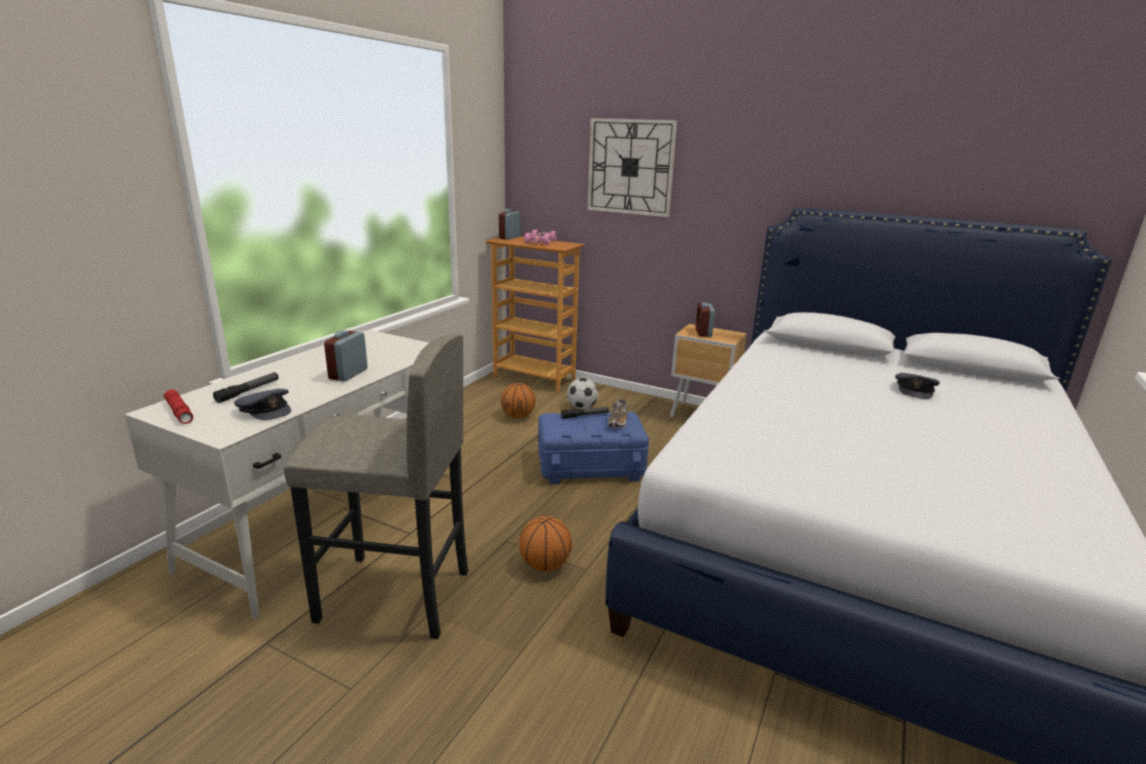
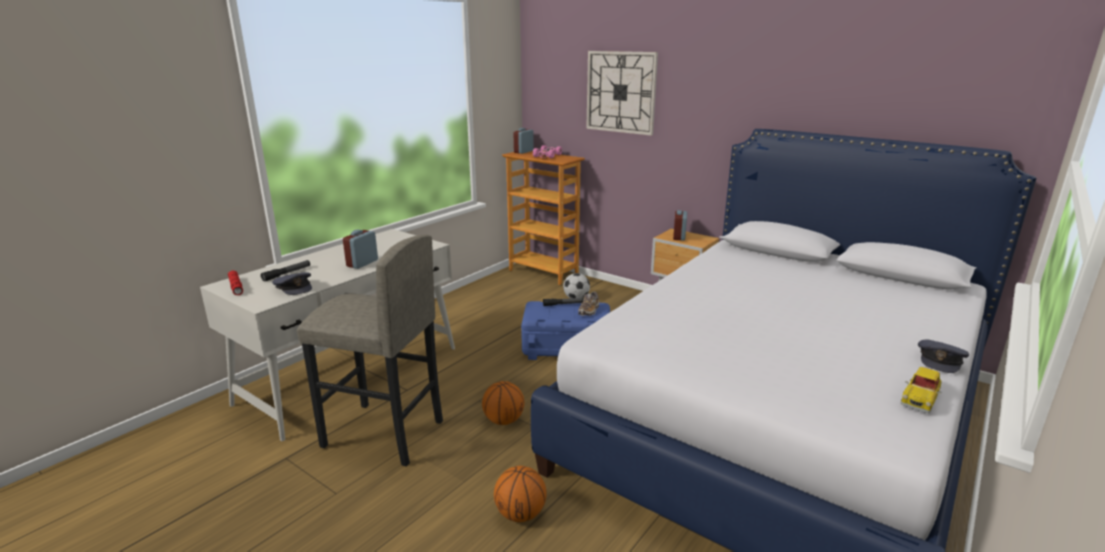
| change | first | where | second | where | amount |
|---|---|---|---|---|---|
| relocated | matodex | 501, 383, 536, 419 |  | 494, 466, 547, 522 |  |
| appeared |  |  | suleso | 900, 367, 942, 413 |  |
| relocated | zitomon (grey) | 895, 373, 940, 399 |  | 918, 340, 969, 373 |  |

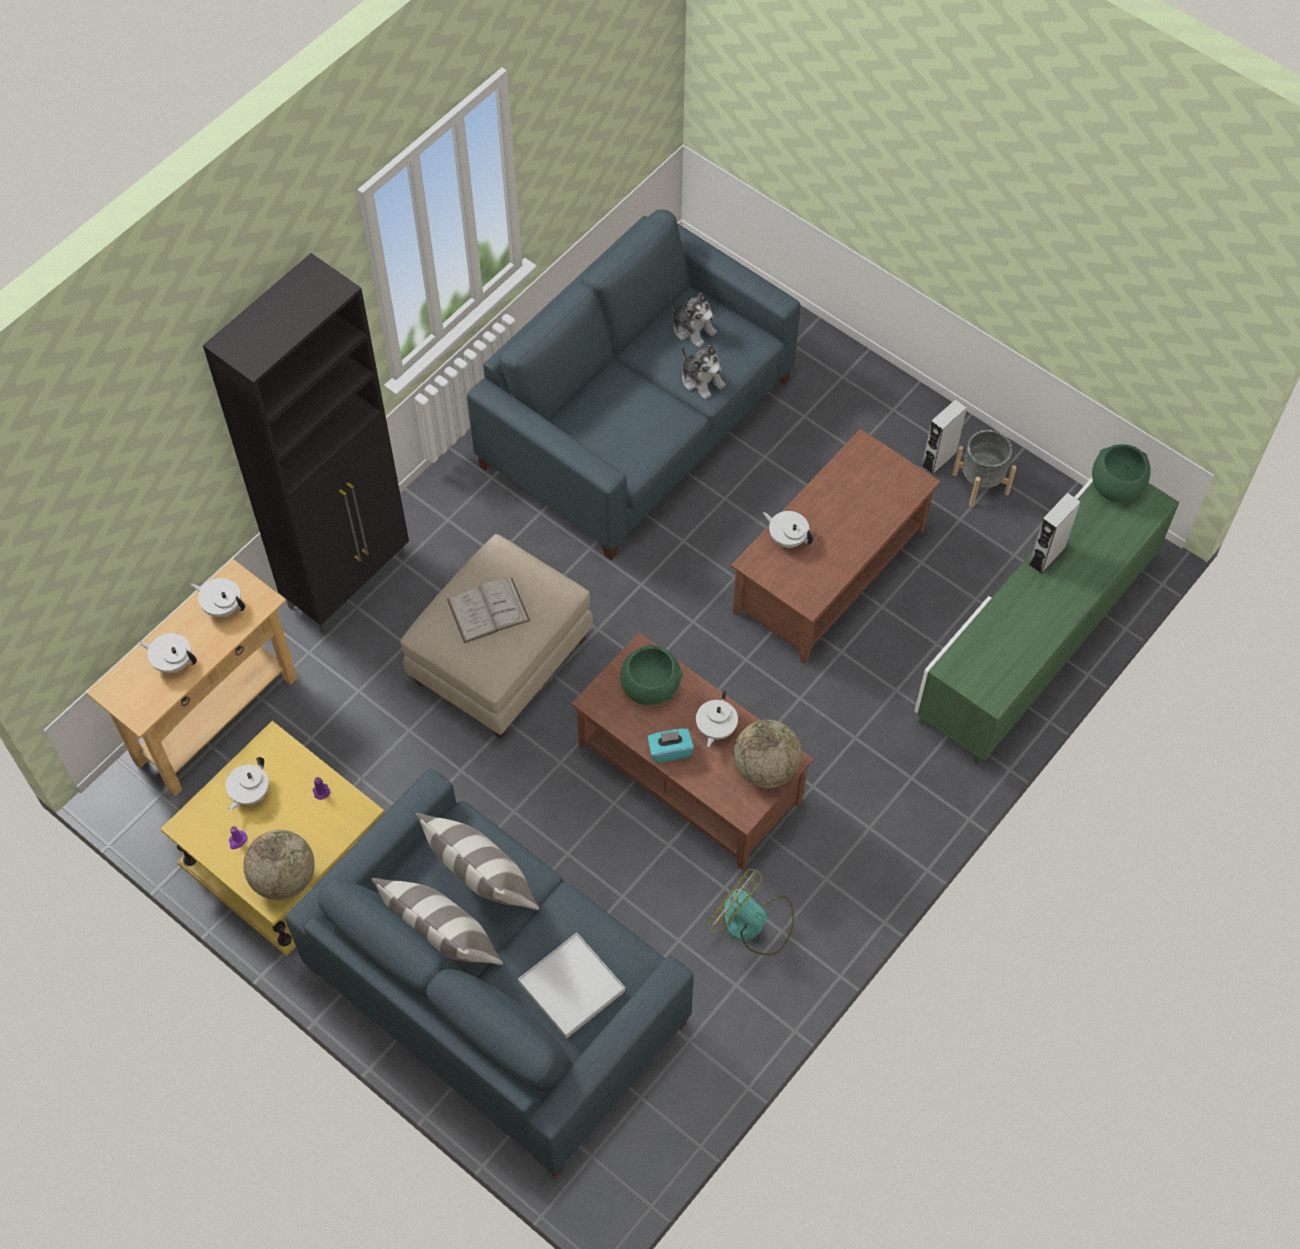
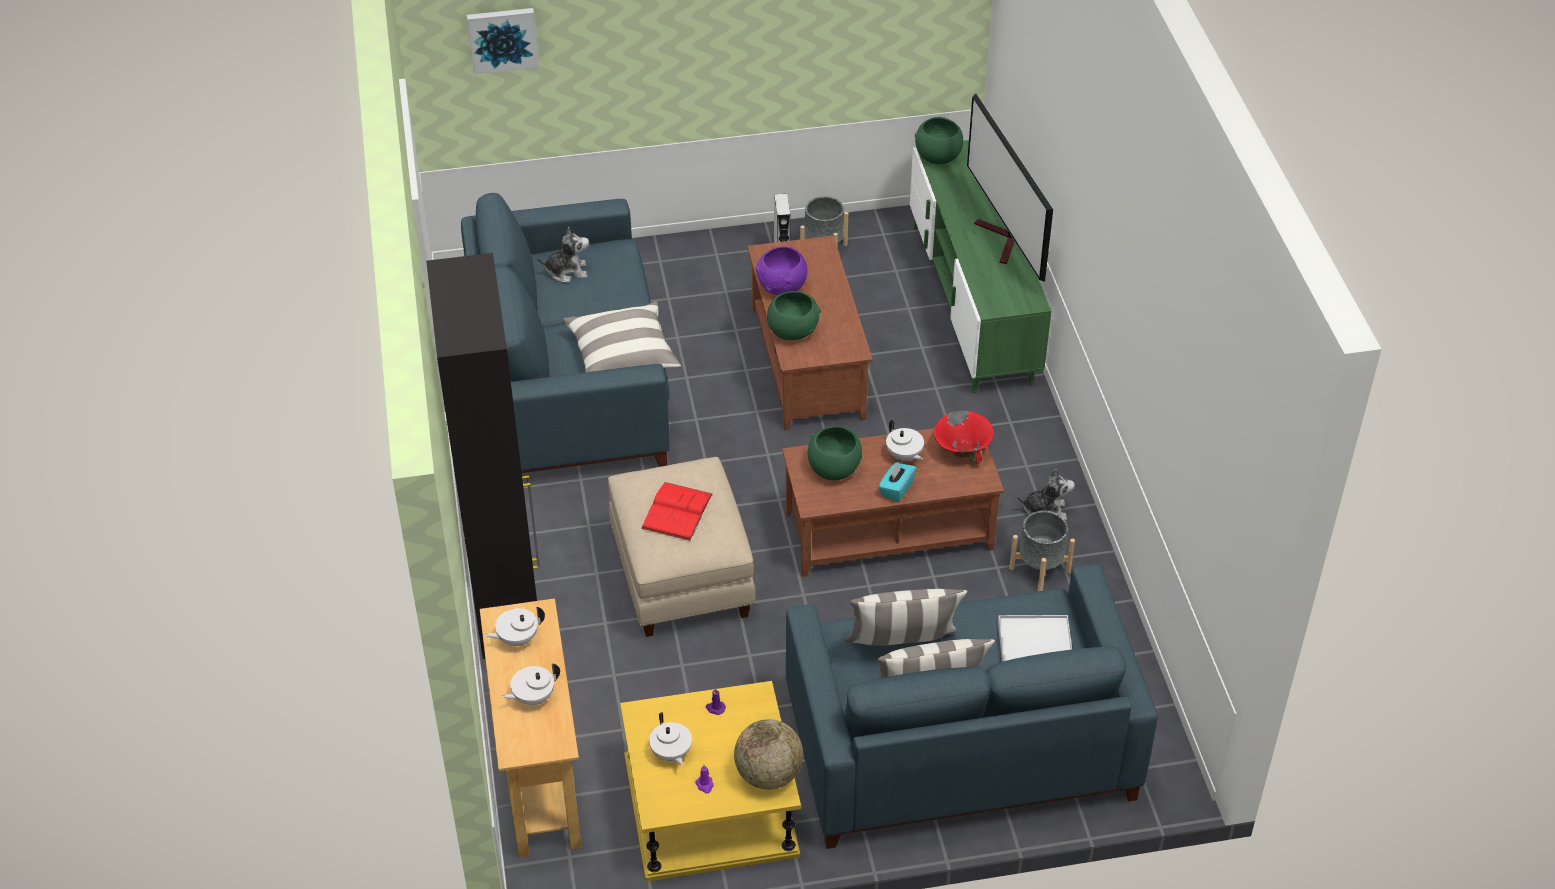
| change | first | where | second | where | amount |
|---|---|---|---|---|---|
| appeared |  |  | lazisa | 467, 8, 539, 74 |  |
| appeared |  |  | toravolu | 563, 301, 681, 372 |  |
| colour | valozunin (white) | 447, 578, 530, 643 | valozunin (red) | 641, 482, 713, 541 |  |
| appeared |  |  | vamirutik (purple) | 755, 246, 807, 295 |  |
| exchanged | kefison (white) | 763, 511, 813, 548 | vamirutik (green) | 767, 291, 821, 340 |  |
| exchanged | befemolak | 733, 720, 802, 788 | vamirutik (red) | 934, 411, 994, 465 |  |
| appeared |  |  | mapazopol | 967, 93, 1053, 282 |  |
| exchanged | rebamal | 708, 868, 794, 956 | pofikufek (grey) | 1009, 511, 1075, 591 |  |
| relocated | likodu | 681, 345, 726, 399 |  | 1017, 469, 1075, 520 |  |
| missing | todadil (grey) | 1028, 492, 1081, 574 |  |  |  |

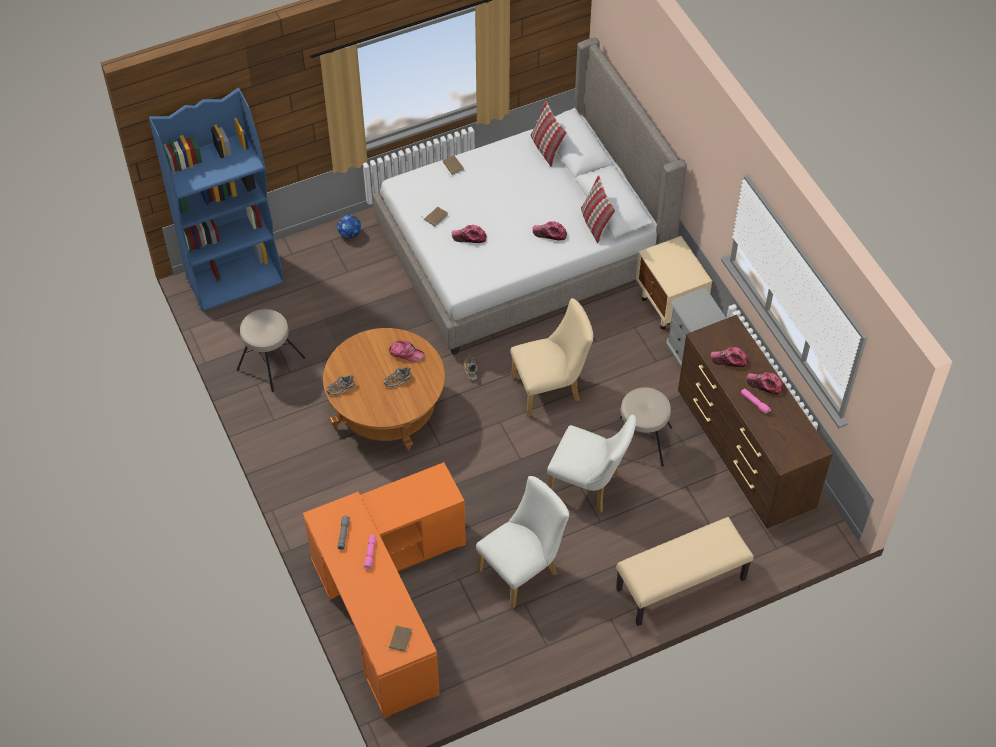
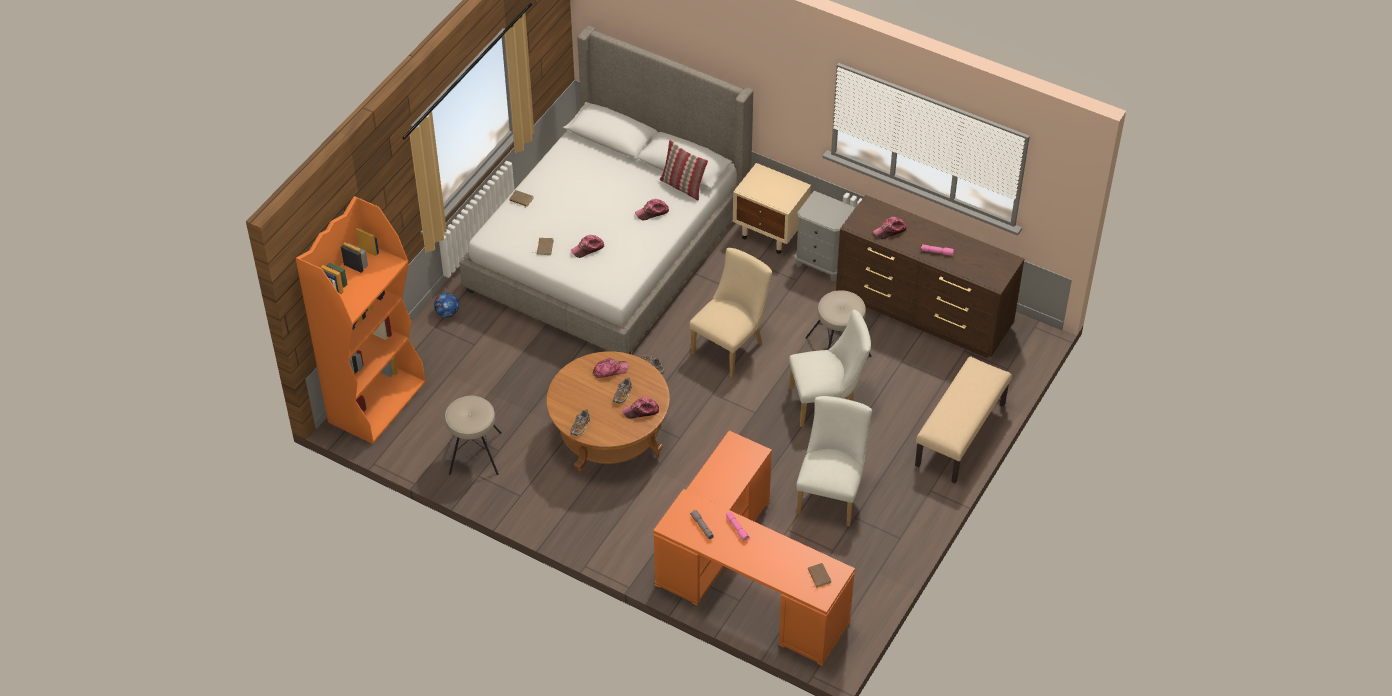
| change | first | where | second | where | amount |
|---|---|---|---|---|---|
| colour | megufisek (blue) | 149, 88, 284, 311 | megufisek (orange) | 295, 196, 425, 444 |  |
| relocated | zitomon | 747, 372, 784, 395 |  | 622, 397, 659, 419 |  |
| missing | toravolu | 530, 101, 567, 167 |  |  |  |

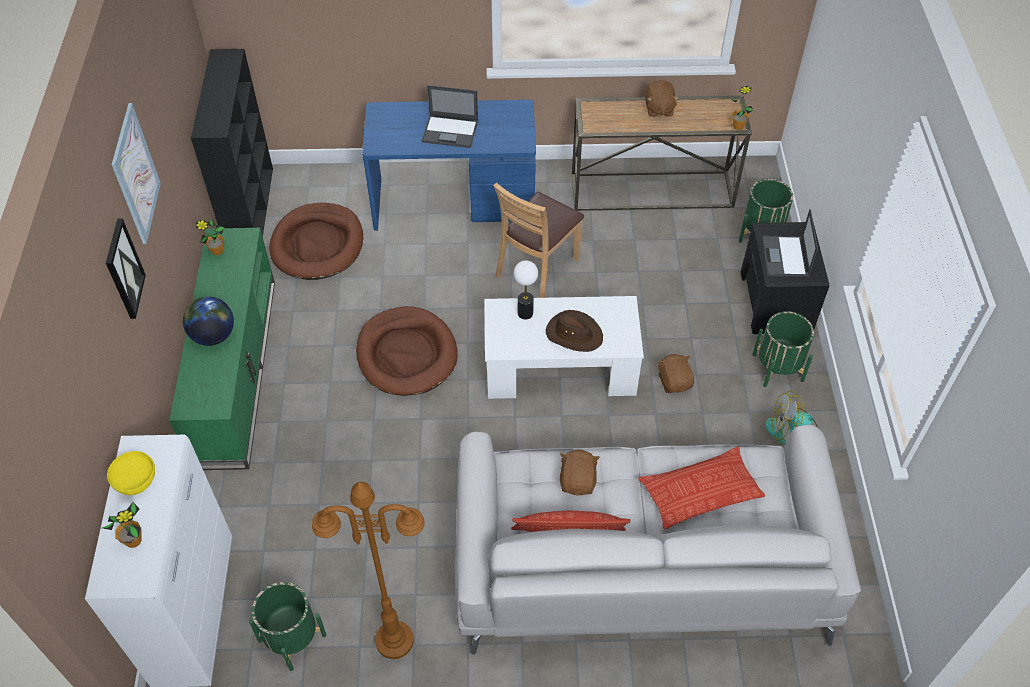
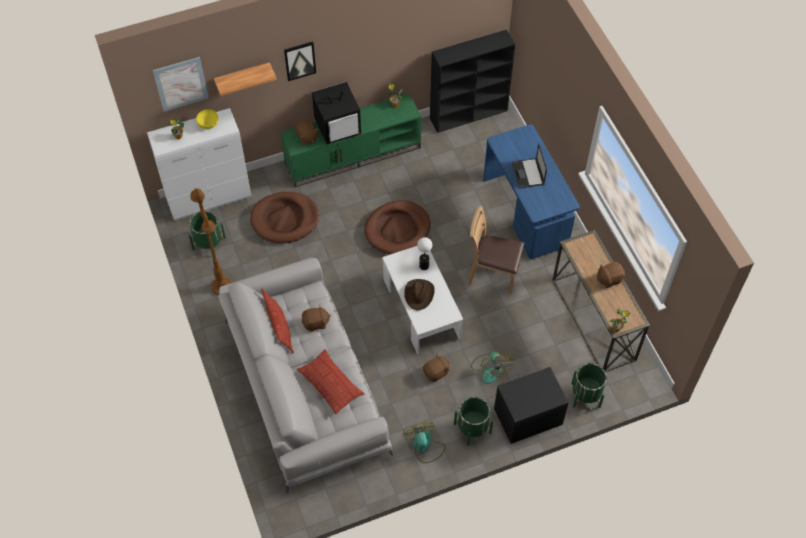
| change | first | where | second | where | amount |
|---|---|---|---|---|---|
| relocated | lazisa | 112, 103, 161, 244 |  | 153, 57, 209, 111 |  |
| appeared |  |  | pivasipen | 214, 62, 277, 96 |  |
| relocated | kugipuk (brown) | 270, 203, 363, 280 |  | 250, 192, 319, 244 |  |
| appeared |  |  | likodu (brown) | 295, 120, 319, 145 |  |
| exchanged | befemolak | 183, 297, 234, 346 | mapazopol | 312, 82, 361, 145 |  |
| appeared |  |  | rebamal | 471, 351, 514, 384 |  |
| missing | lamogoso | 762, 209, 818, 277 |  |  |  |

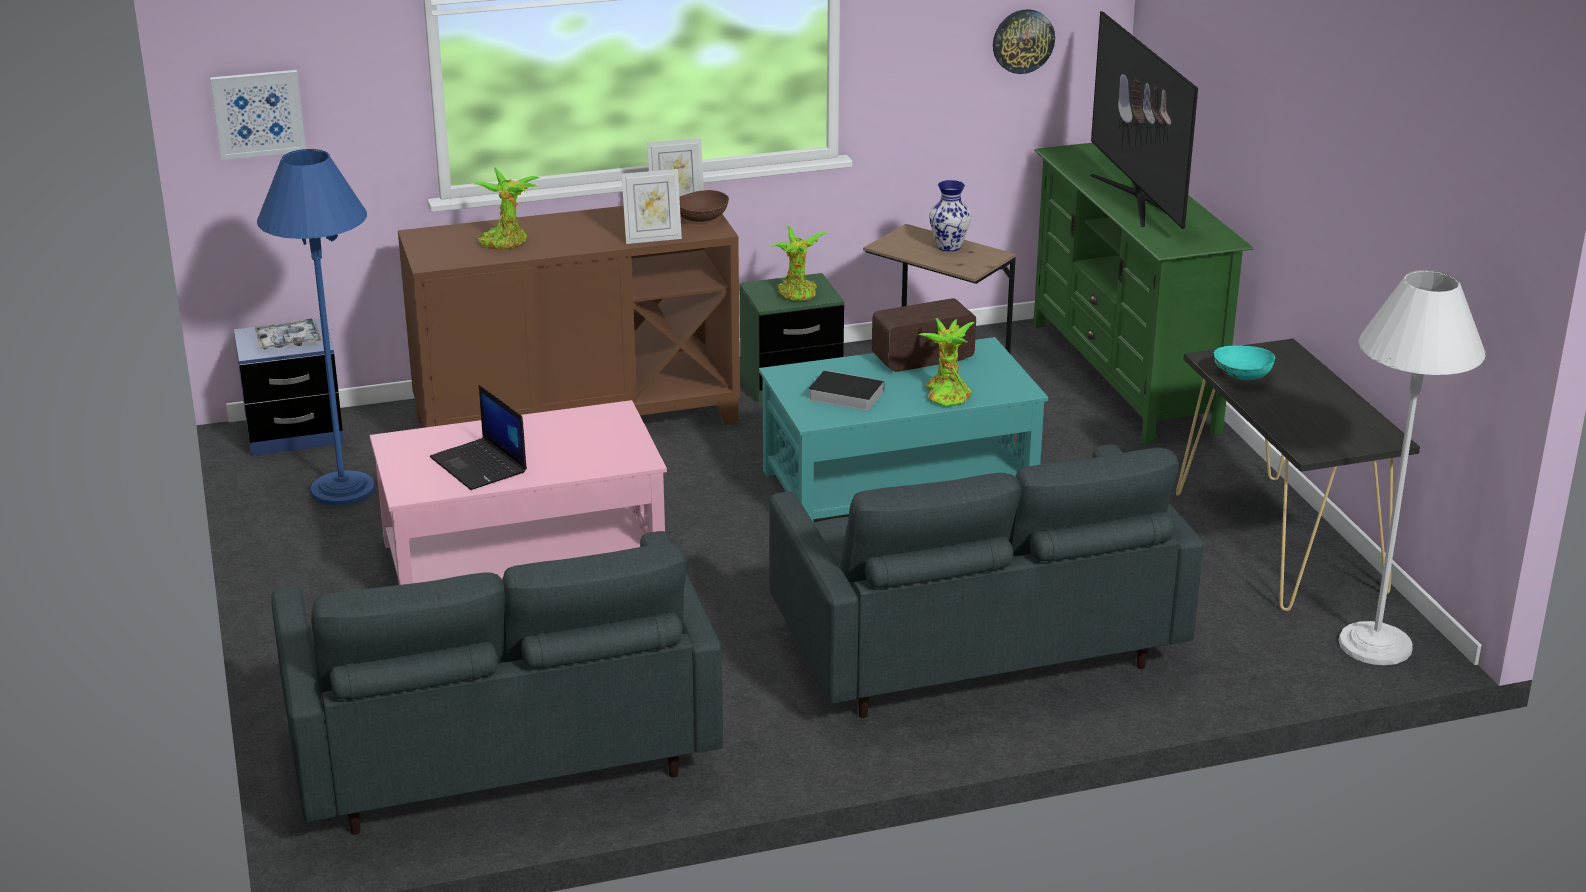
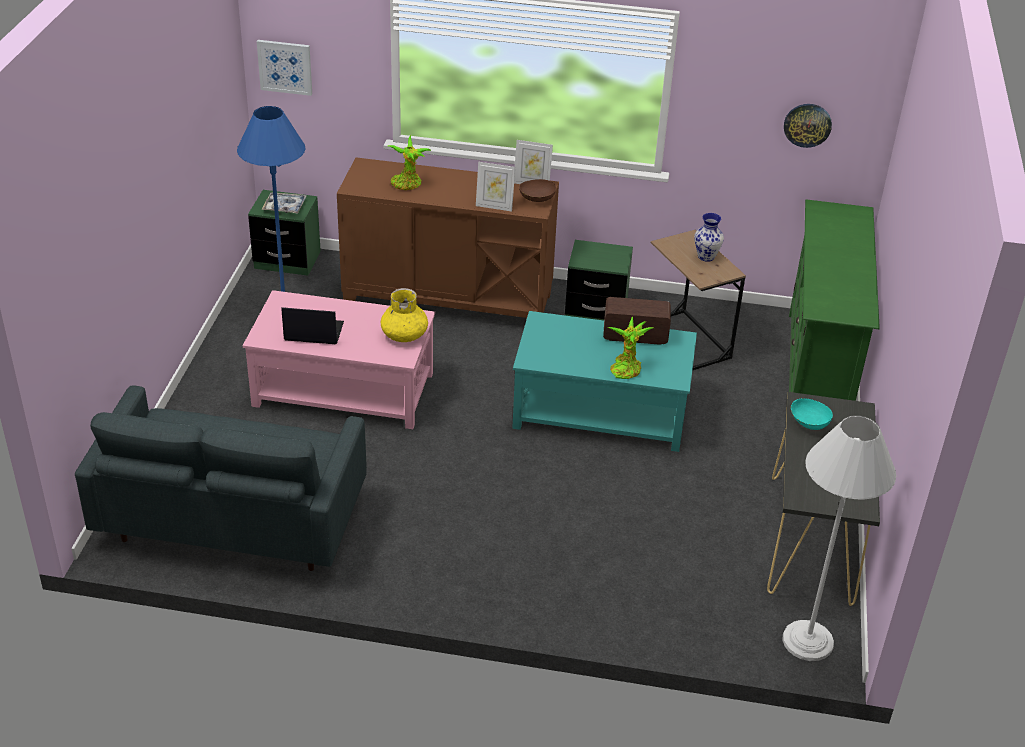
| change | first | where | second | where | amount |
|---|---|---|---|---|---|
| colour | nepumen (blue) | 234, 319, 344, 456 | nepumen (green) | 248, 190, 321, 276 |  |
| spun | lamogoso | 430, 385, 527, 490 |  | 281, 307, 344, 344 | 105 degrees clockwise |
| appeared |  |  | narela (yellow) | 381, 288, 428, 342 |  |
| missing | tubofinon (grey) | 769, 444, 1203, 718 |  |  |  |
| missing | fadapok | 771, 225, 827, 301 |  |  |  |
| missing | valozunin | 808, 370, 884, 411 |  |  |  |
| missing | mapazopol | 1090, 11, 1198, 229 |  |  |  |

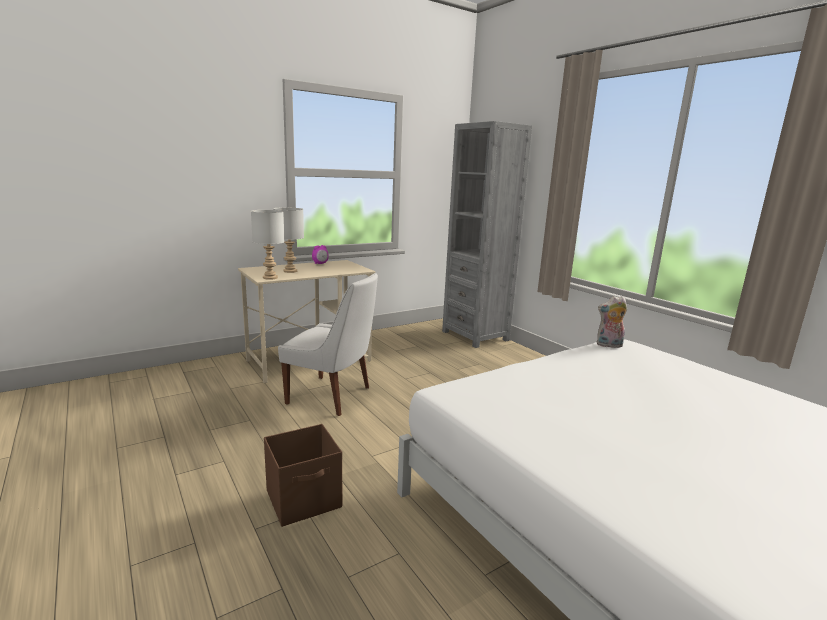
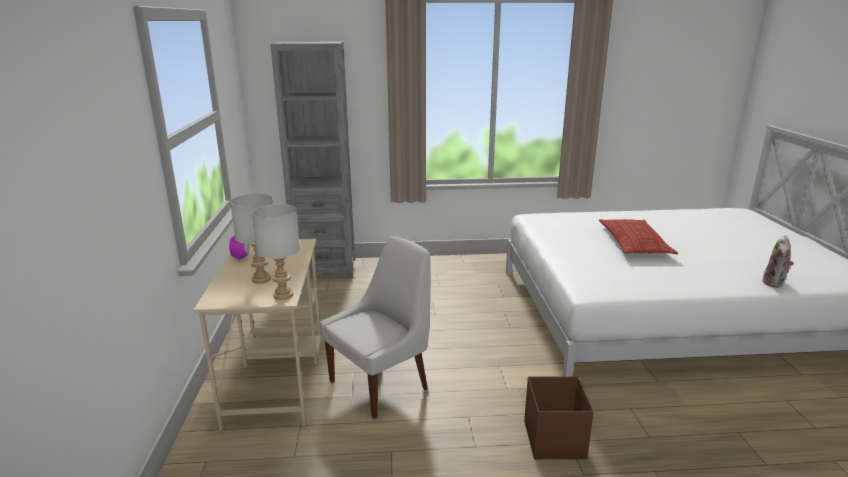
| change | first | where | second | where | amount |
|---|---|---|---|---|---|
| appeared |  |  | toravolu | 599, 219, 678, 254 |  |
| relocated | likodu | 597, 296, 627, 348 |  | 762, 235, 794, 288 |  |

